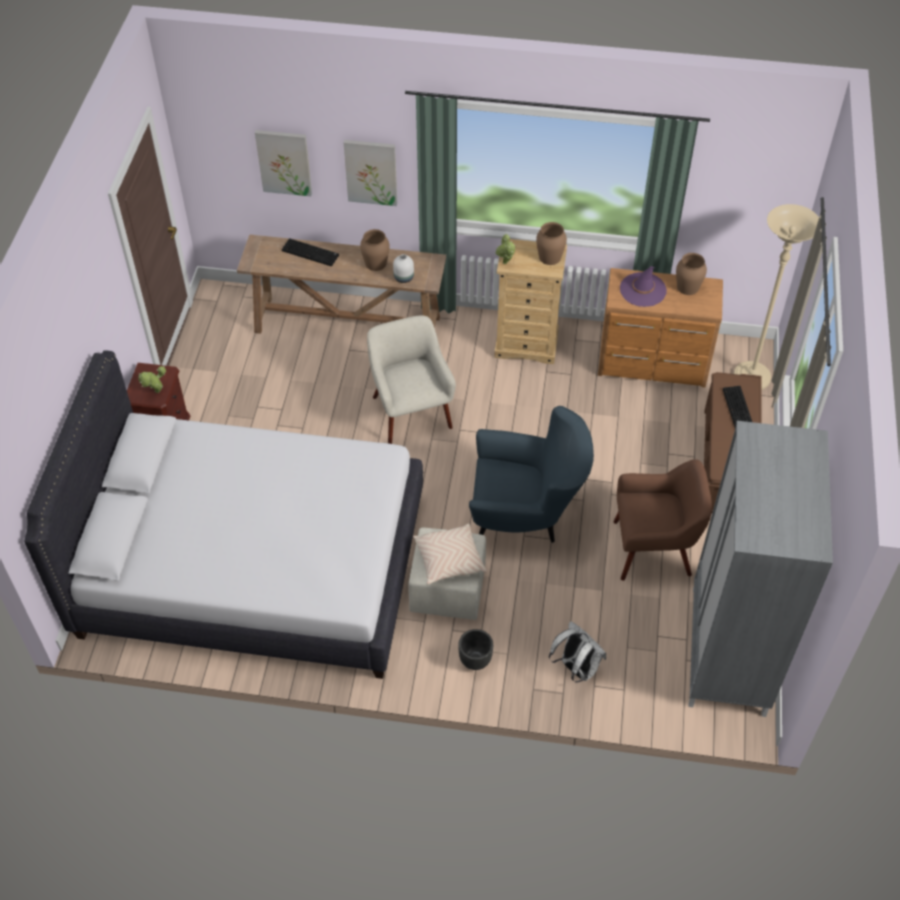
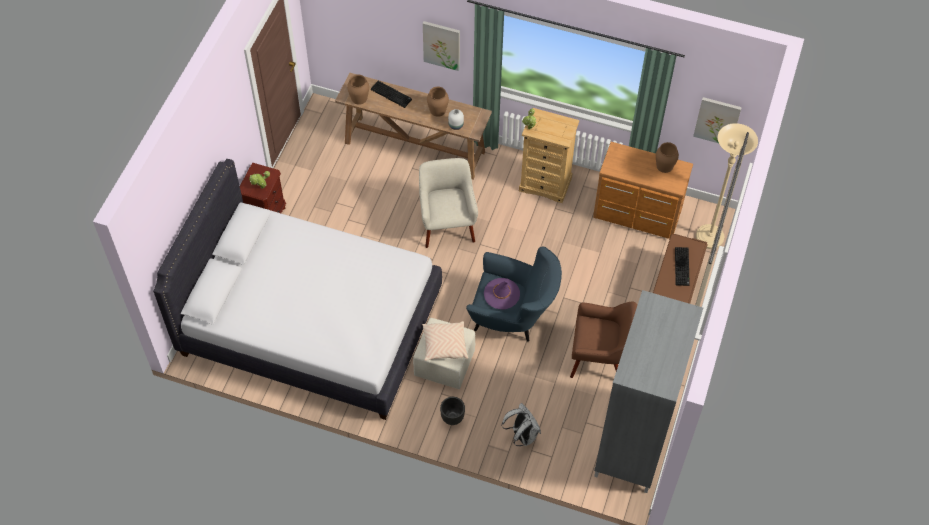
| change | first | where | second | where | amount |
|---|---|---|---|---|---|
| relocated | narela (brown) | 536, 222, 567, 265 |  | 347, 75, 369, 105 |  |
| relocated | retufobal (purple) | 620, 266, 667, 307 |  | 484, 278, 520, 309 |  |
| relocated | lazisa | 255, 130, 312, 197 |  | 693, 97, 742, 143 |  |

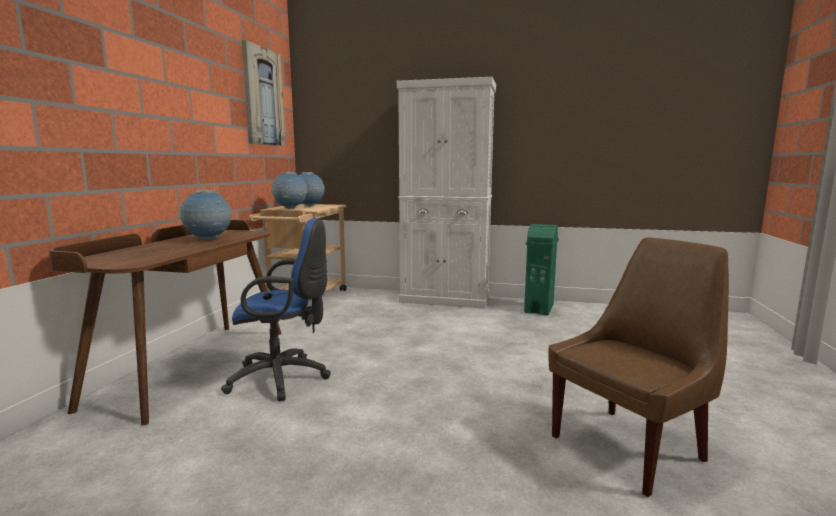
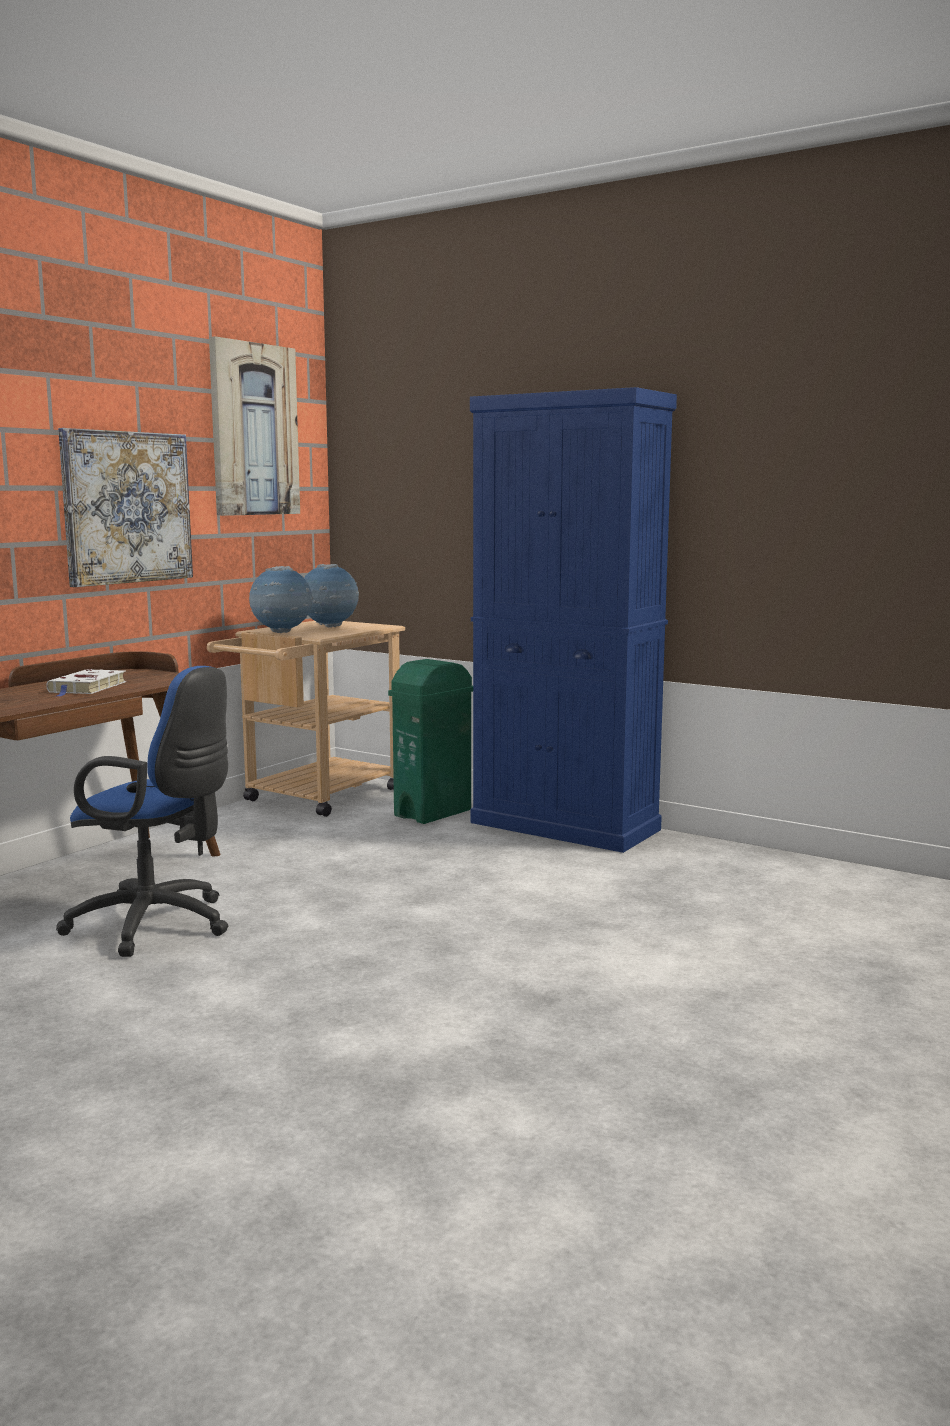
| change | first | where | second | where | amount |
|---|---|---|---|---|---|
| exchanged | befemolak | 179, 190, 232, 240 | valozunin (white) | 46, 669, 126, 697 |  |
| appeared |  |  | lazisa | 58, 428, 193, 587 |  |
| relocated | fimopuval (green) | 524, 224, 559, 316 |  | 388, 659, 473, 824 |  |
| colour | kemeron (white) | 397, 77, 496, 309 | kemeron (blue) | 470, 387, 677, 853 |  |
| missing | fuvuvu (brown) | 548, 238, 729, 497 |  |  |  |

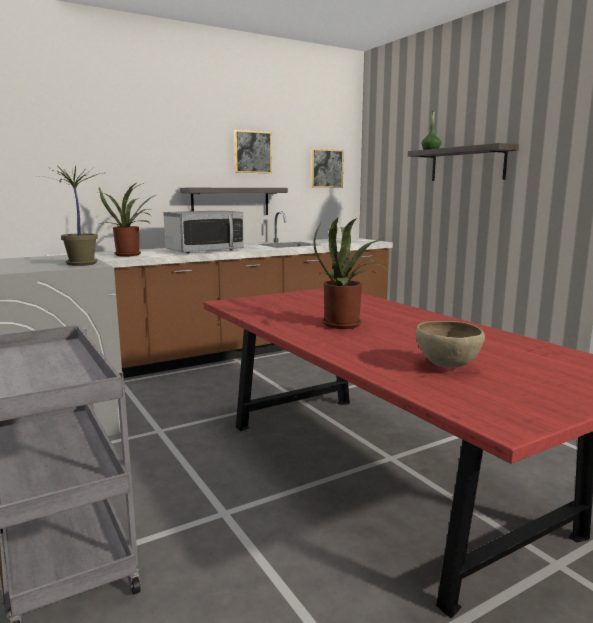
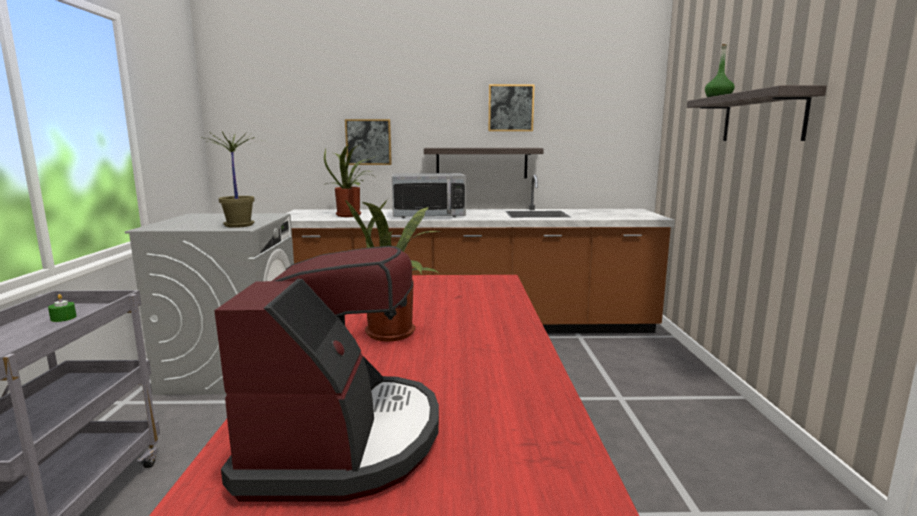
| change | first | where | second | where | amount |
|---|---|---|---|---|---|
| appeared |  |  | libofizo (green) | 48, 294, 77, 322 |  |
| exchanged | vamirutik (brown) | 416, 321, 485, 368 | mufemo | 214, 246, 439, 502 |  |
| relocated | lazisa | 311, 149, 344, 188 |  | 345, 119, 392, 165 |  |

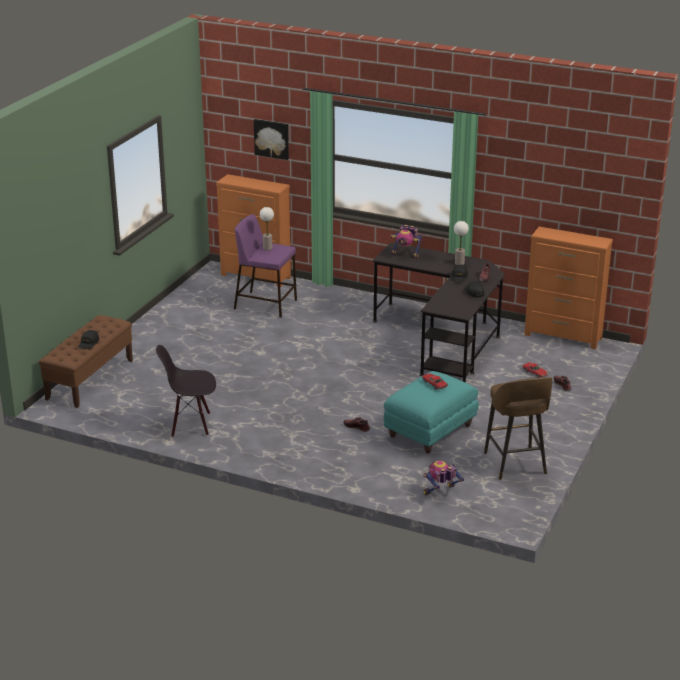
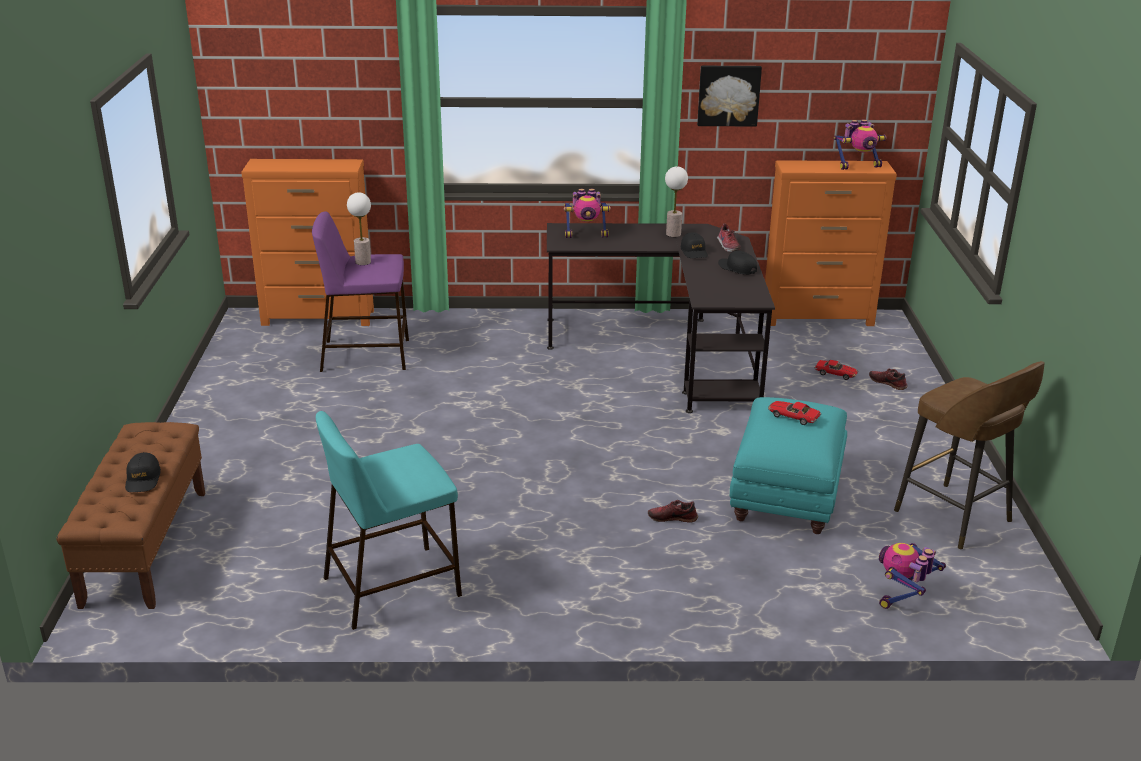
| change | first | where | second | where | amount |
|---|---|---|---|---|---|
| exchanged | fuvuvu (black) | 156, 345, 216, 437 | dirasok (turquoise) | 316, 411, 462, 630 |  |
| relocated | lazisa | 254, 119, 289, 160 |  | 697, 66, 762, 127 |  |
| appeared |  |  | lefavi | 834, 119, 887, 170 |  |

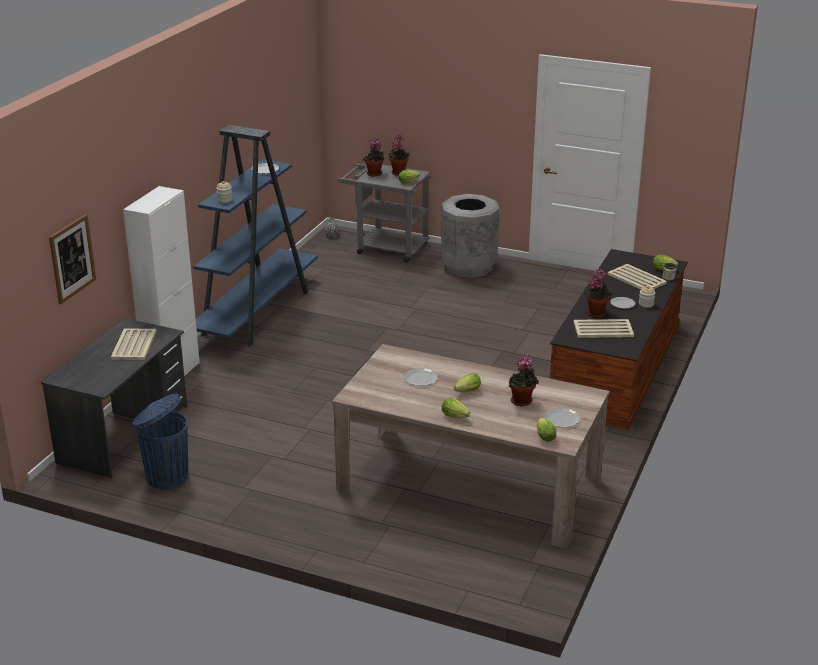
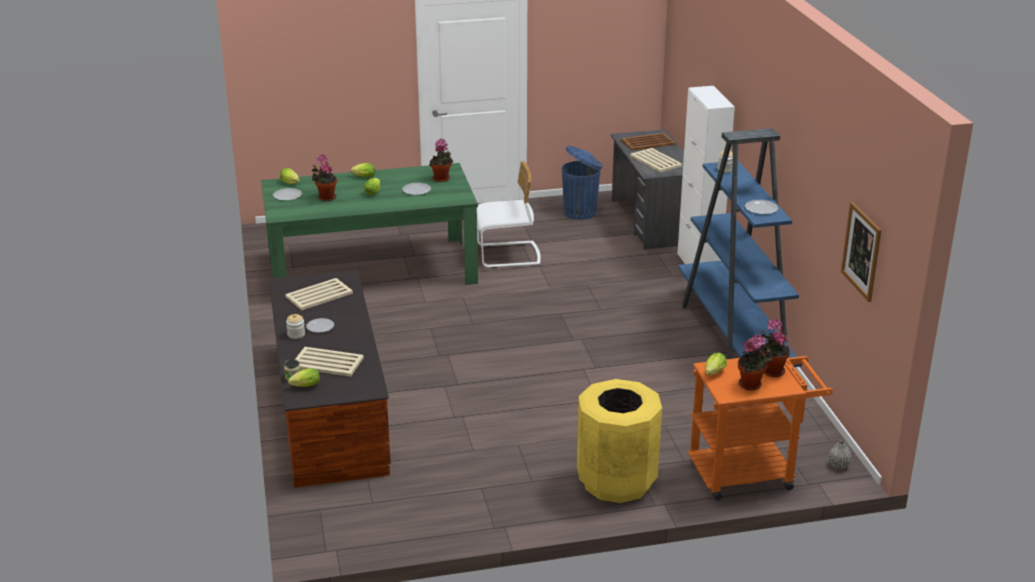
| change | first | where | second | where | amount |
|---|---|---|---|---|---|
| colour | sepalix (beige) | 332, 344, 610, 549 | sepalix (green) | 261, 163, 478, 285 |  |
| relocated | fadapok | 584, 269, 613, 318 |  | 429, 138, 453, 182 |  |
| appeared |  |  | fuvuvu (white) | 477, 161, 541, 268 |  |
| colour | fimopuval (grey) | 441, 194, 499, 278 | fimopuval (yellow) | 577, 379, 662, 503 |  |
| appeared |  |  | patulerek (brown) | 621, 133, 675, 151 |  |
| colour | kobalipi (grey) | 337, 164, 431, 263 | kobalipi (orange) | 688, 356, 833, 500 |  |
| relocated | lazisa | 49, 214, 96, 304 |  | 841, 202, 882, 302 |  |

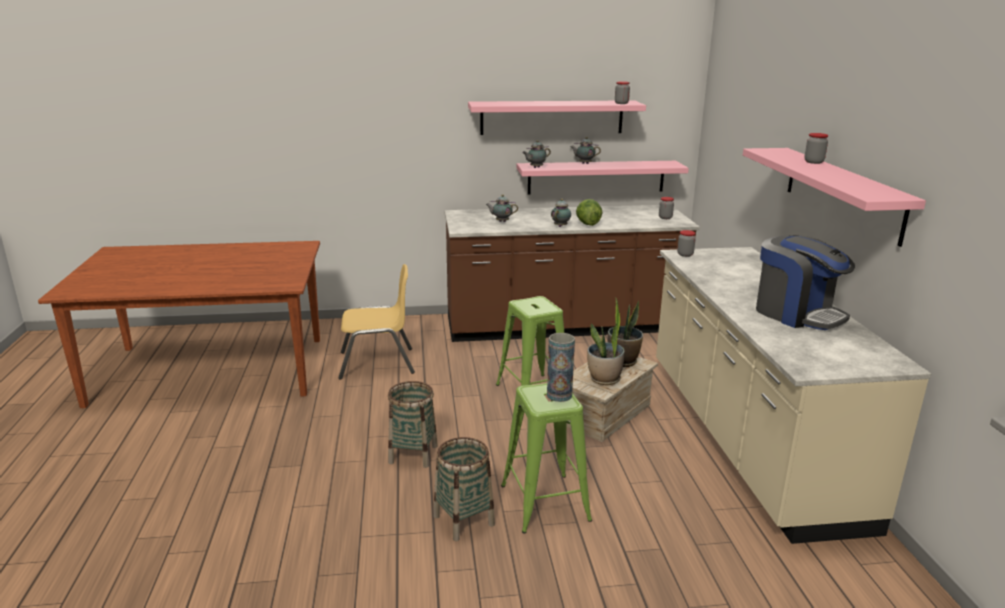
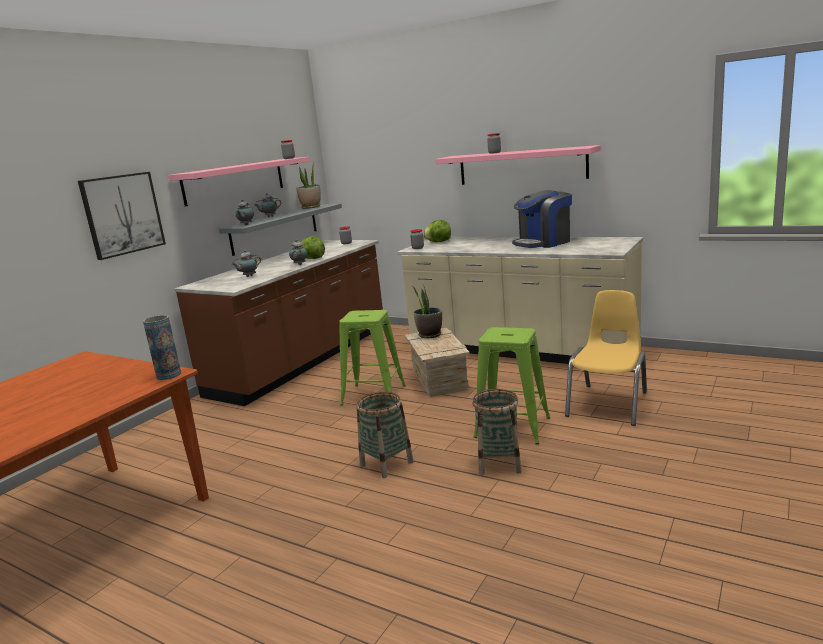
| change | first | where | second | where | amount |
|---|---|---|---|---|---|
| appeared |  |  | lazisa | 78, 172, 166, 260 |  |
| relocated | narela | 547, 333, 575, 402 |  | 143, 315, 181, 380 |  |
| colour | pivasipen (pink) | 517, 161, 689, 194 | pivasipen (grey) | 219, 204, 342, 256 |  |
| relocated | fadapok | 587, 323, 625, 385 |  | 296, 163, 321, 209 |  |
| appeared |  |  | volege | 423, 220, 451, 242 |  |
| spun | mufemo | 756, 235, 855, 330 |  | 512, 190, 572, 248 | 150 degrees clockwise |
| relocated | fuvuvu (yellow) | 338, 264, 415, 380 |  | 565, 290, 647, 426 |  |

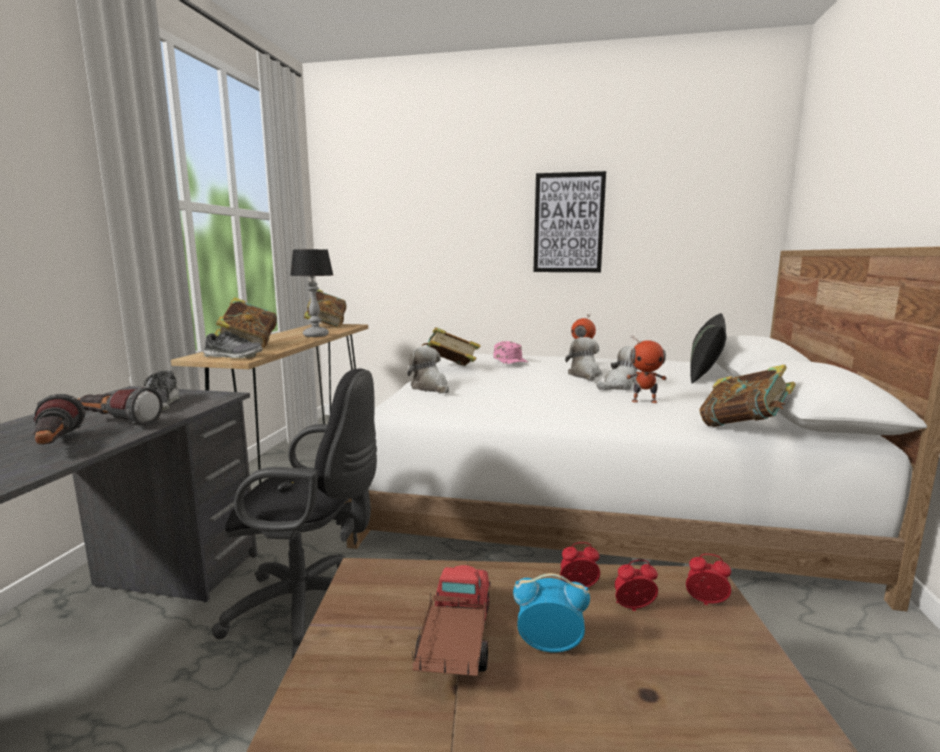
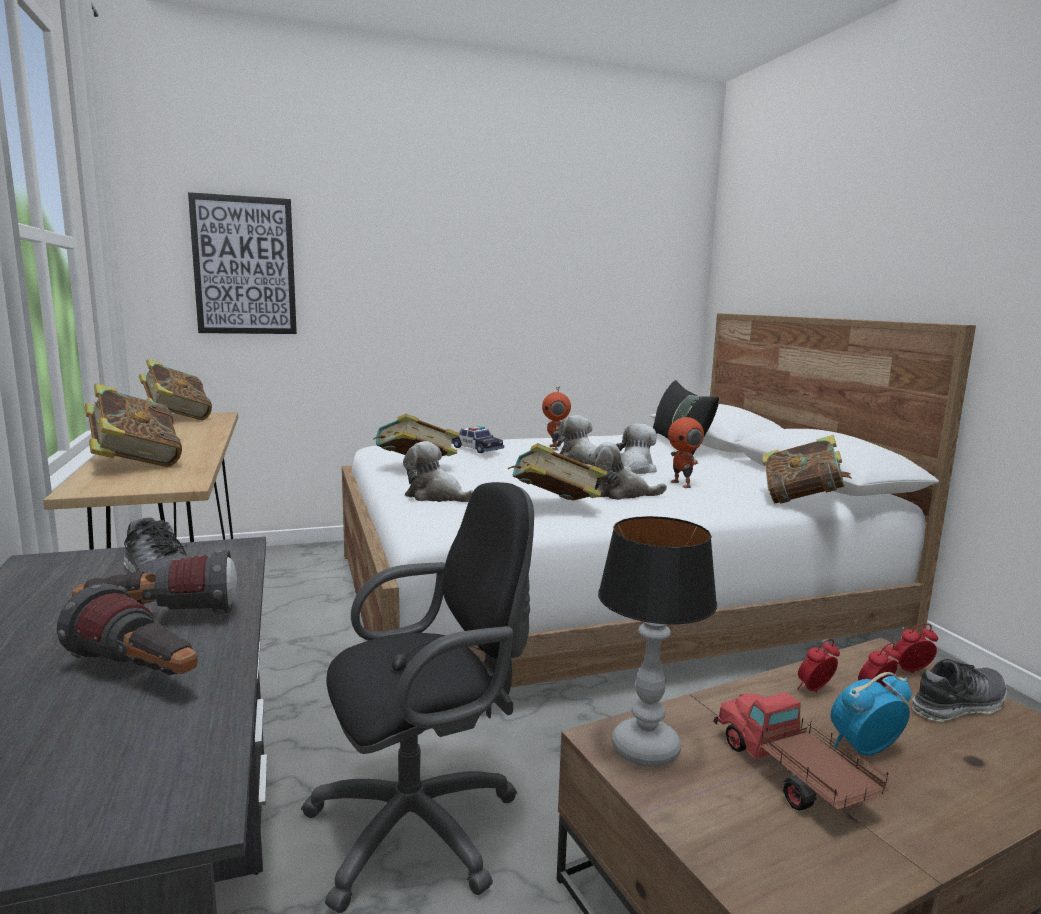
| change | first | where | second | where | amount |
|---|---|---|---|---|---|
| relocated | lazisa | 533, 171, 606, 272 |  | 188, 192, 297, 334 |  |
| exchanged | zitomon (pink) | 493, 341, 528, 364 | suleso | 451, 426, 504, 453 |  |
| appeared |  |  | valozunin | 508, 443, 607, 501 |  |
| appeared |  |  | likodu | 587, 442, 667, 500 |  |
| relocated | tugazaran | 290, 249, 333, 337 |  | 598, 516, 717, 767 |  |
| spun | lefavi | 626, 335, 667, 403 |  | 668, 409, 704, 488 | 90 degrees clockwise |
| relocated | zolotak | 203, 331, 263, 358 |  | 912, 659, 1007, 722 |  |

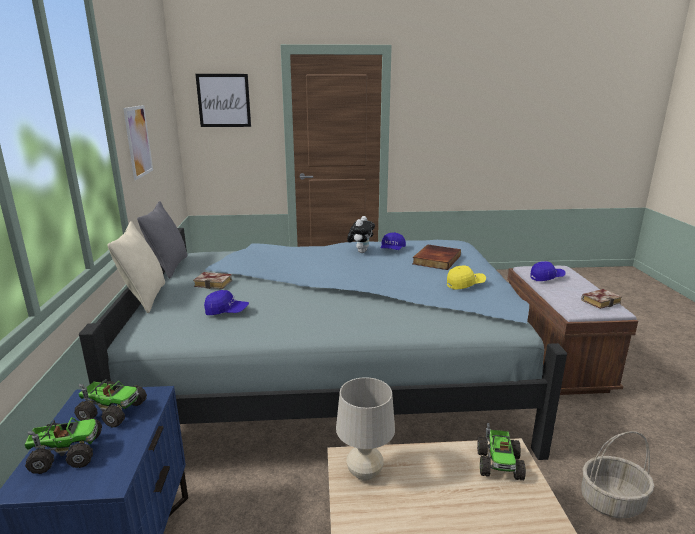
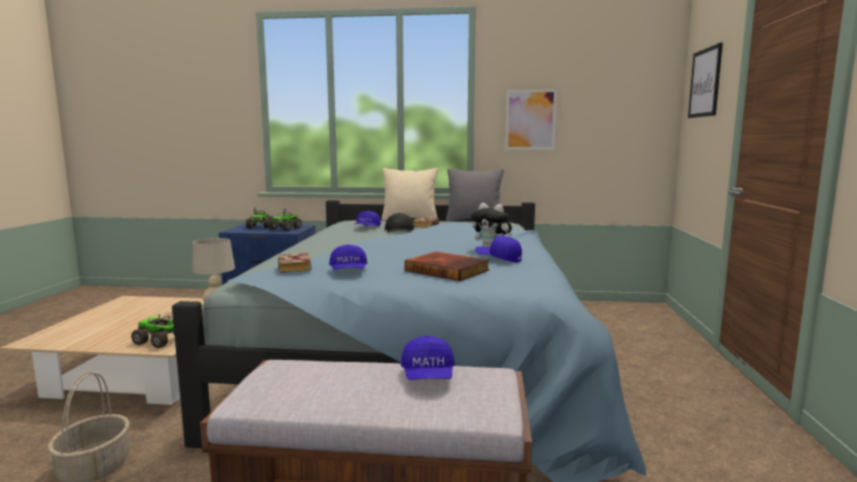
| change | first | where | second | where | amount |
|---|---|---|---|---|---|
| relocated | valozunin | 581, 289, 622, 309 |  | 278, 253, 311, 273 |  |
| colour | zitomon (yellow) | 447, 265, 486, 289 | zitomon (blue) | 329, 244, 368, 270 |  |
| appeared |  |  | zitomon (black) | 385, 213, 414, 233 |  |

